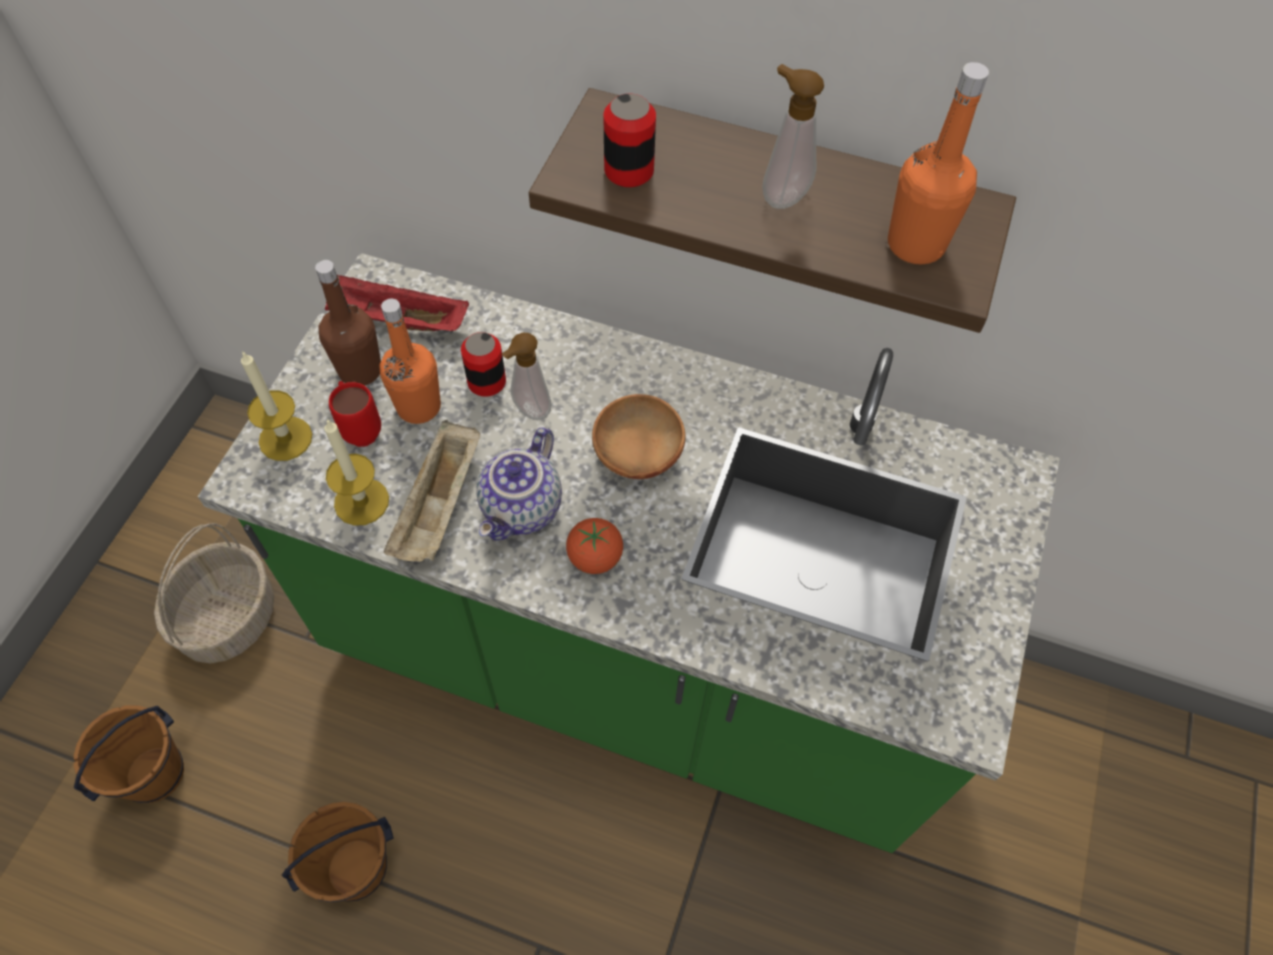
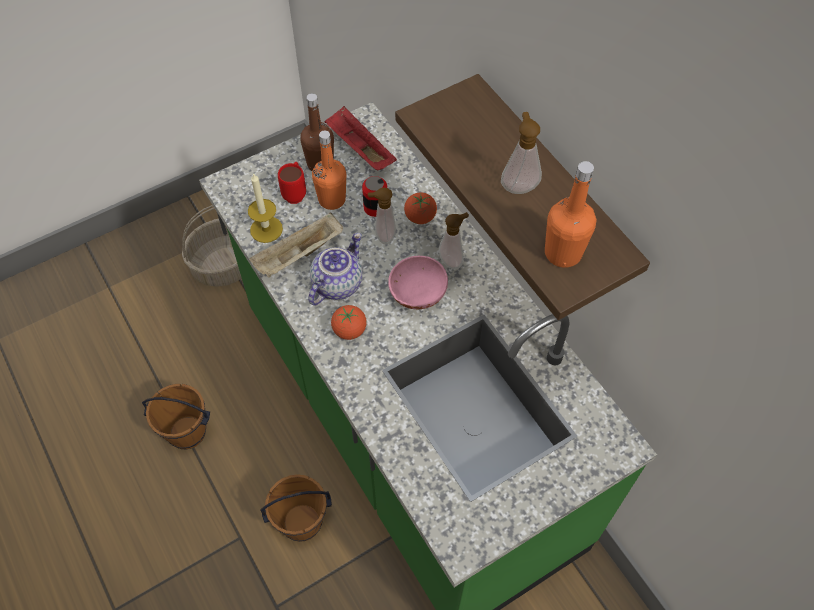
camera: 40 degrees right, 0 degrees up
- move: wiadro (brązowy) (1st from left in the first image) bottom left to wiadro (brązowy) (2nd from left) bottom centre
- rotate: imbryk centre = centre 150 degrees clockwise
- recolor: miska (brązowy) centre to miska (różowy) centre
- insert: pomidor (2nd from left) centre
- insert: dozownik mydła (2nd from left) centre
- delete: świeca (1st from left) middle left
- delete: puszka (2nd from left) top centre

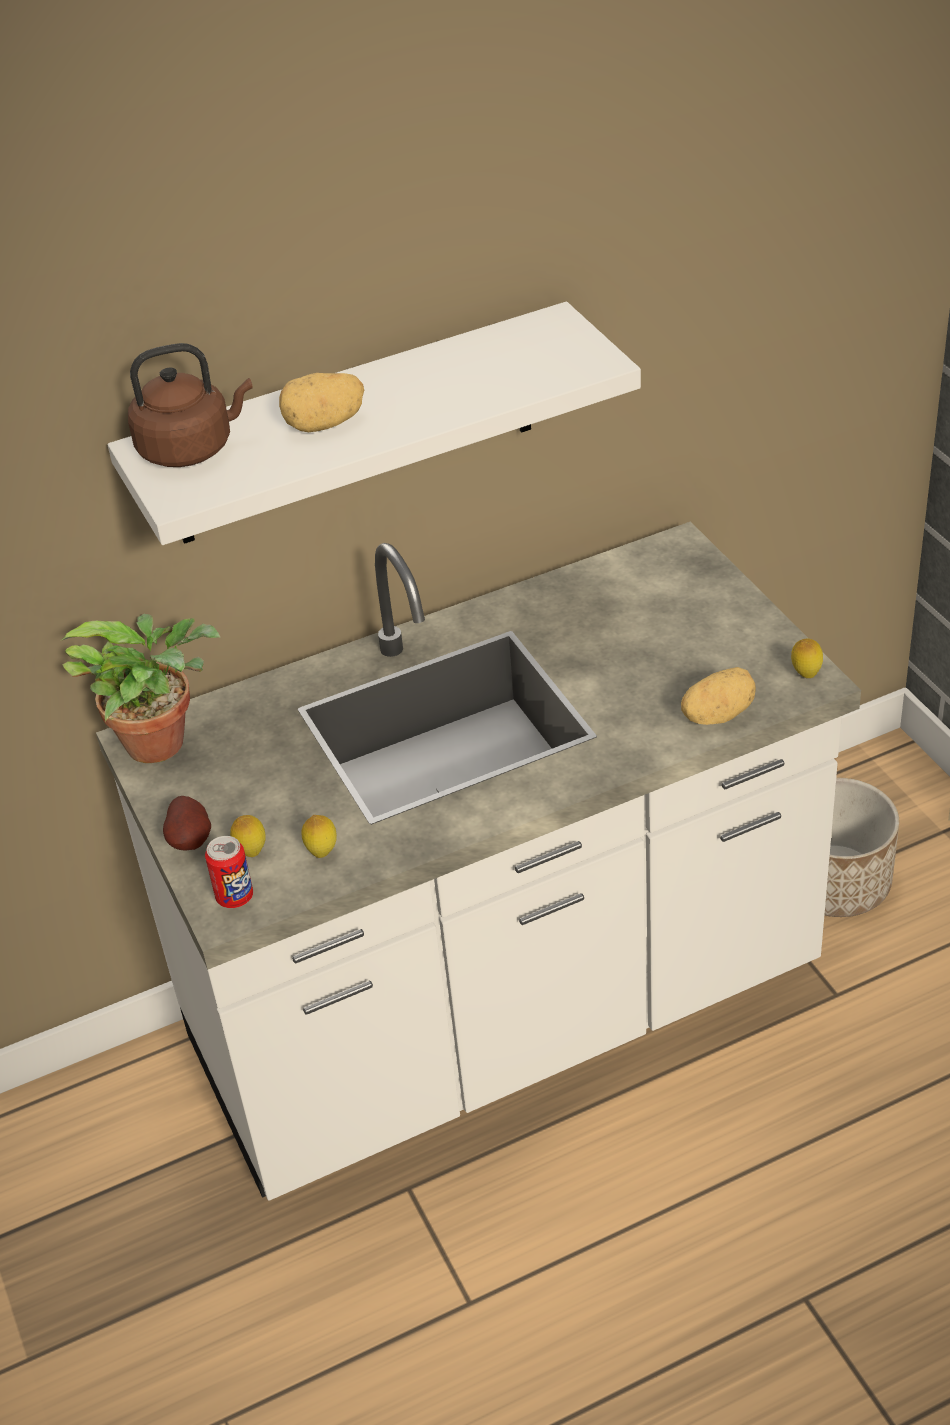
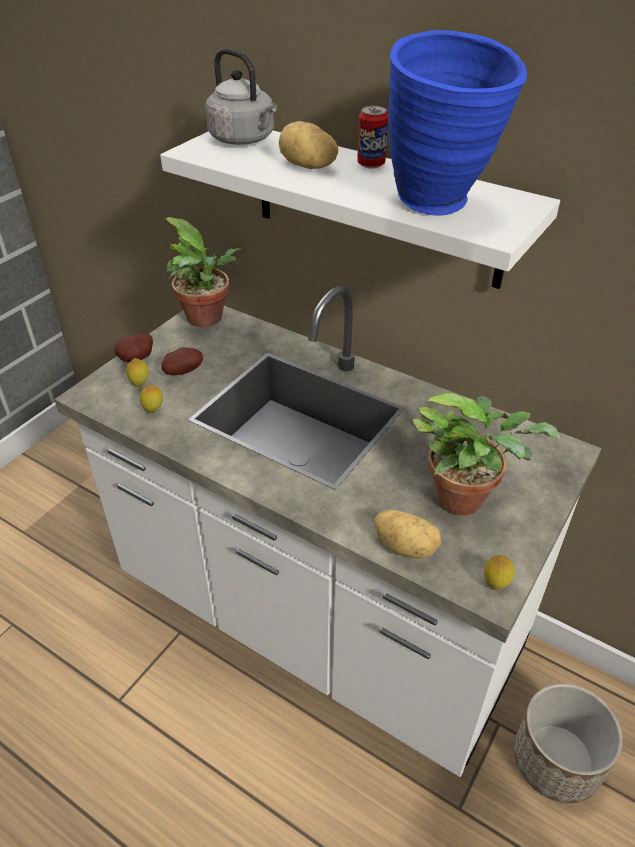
camera: 55 degrees right, 0 degrees up
- insert: ziemniak (2nd from left) middle left
- recolor: czajnik (brązowy) top left to czajnik (szary) top centre
- move: puszka middle left to top centre
- insert: wazon (niebieski) top right
- insert: roślina doniczkowa (2nd from left) middle right

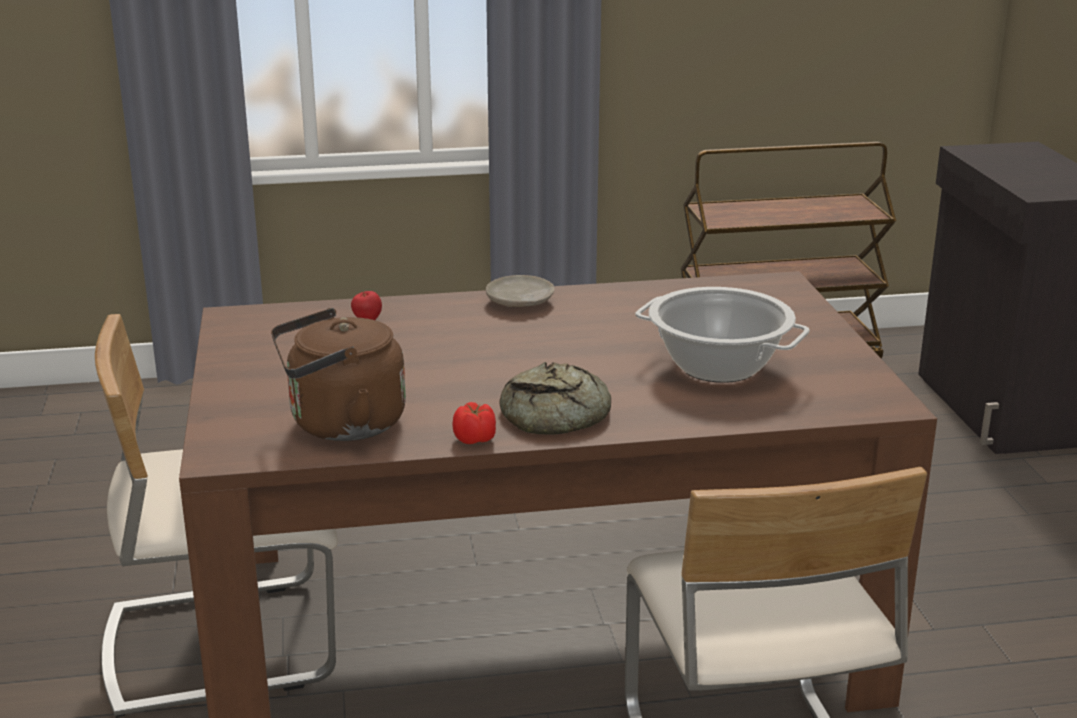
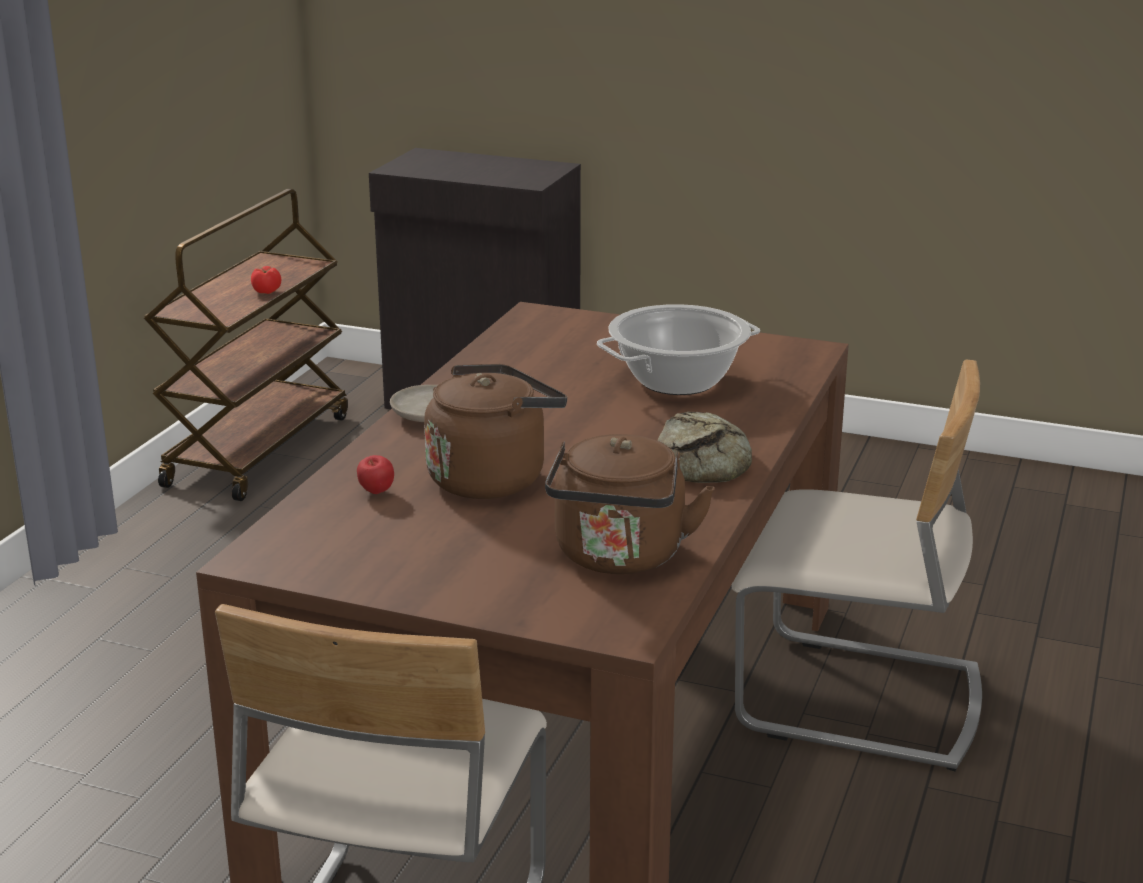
camera: 60 degrees left, 0 degrees up
- move: pomidor centre to top left
- insert: czajnik (brązowy) (1st from left) centre

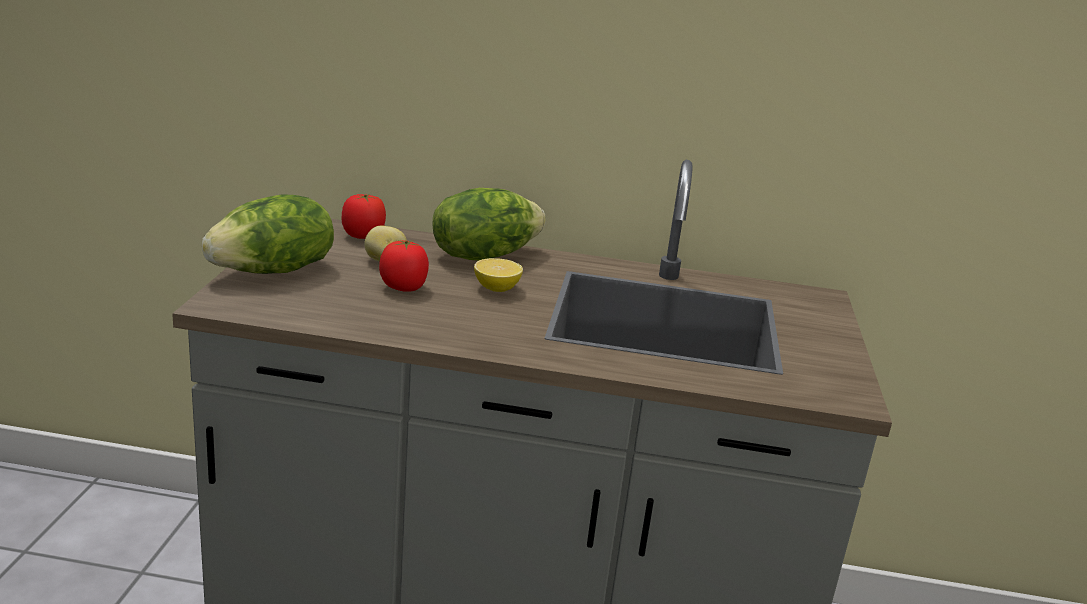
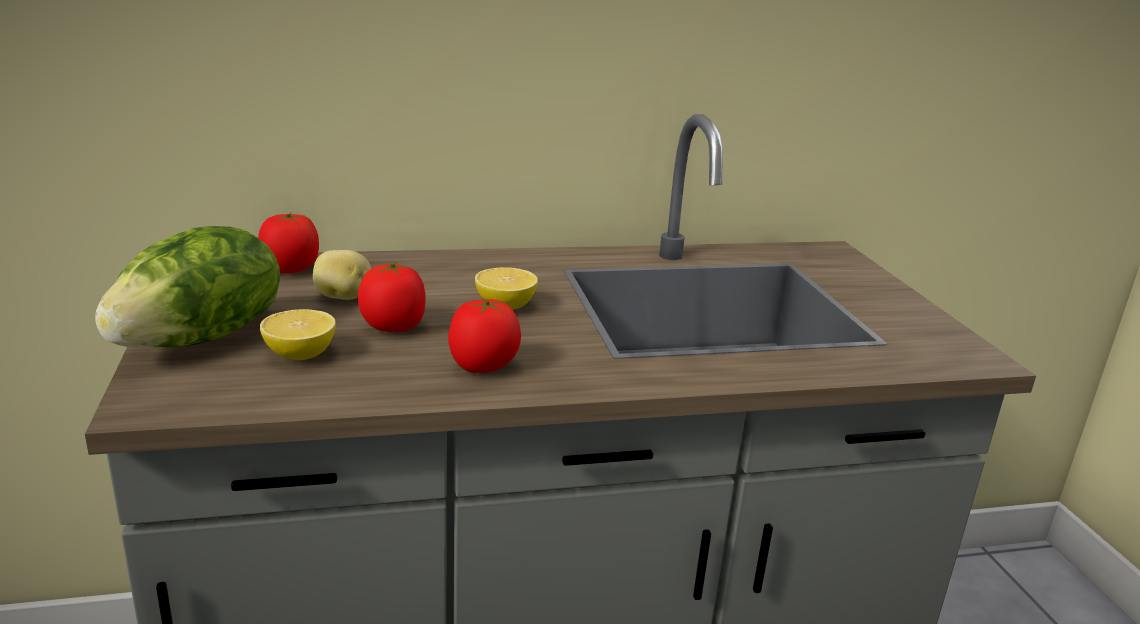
camera: 20 degrees left, 0 degrees up
- insert: cytryna (1st from left) middle left
- insert: pomidor (3rd from left) centre
- delete: sałata (2nd from left) centre

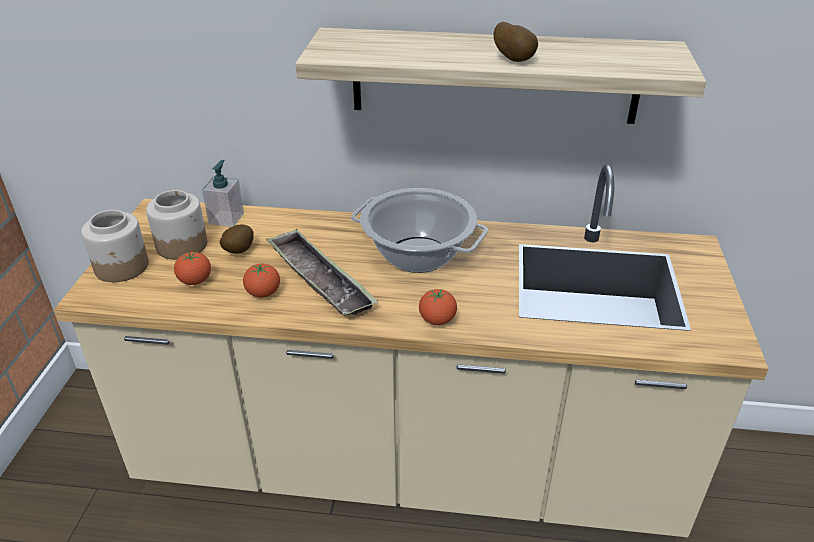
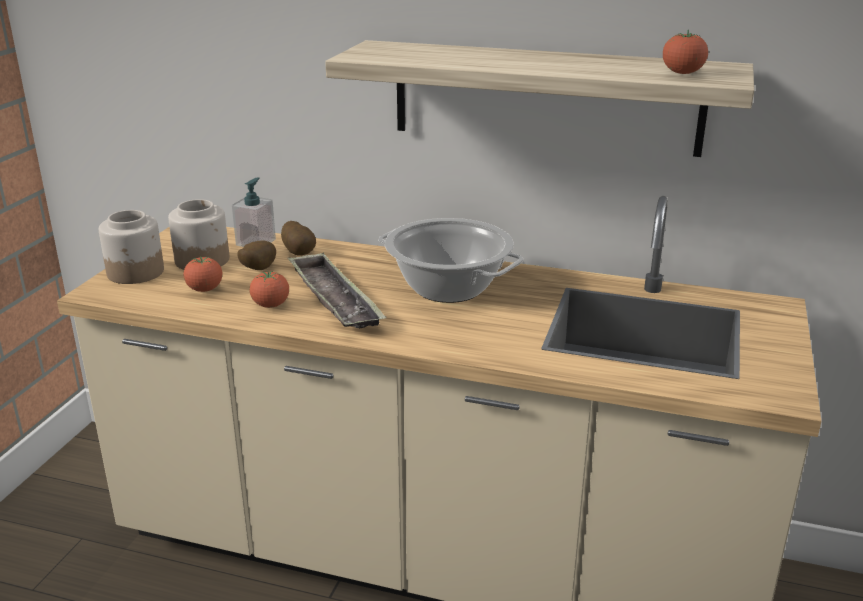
camera: 10 degrees right, 10 degrees down
- move: ziemniak (2nd from left) top centre to centre
- move: pomidor (3rd from left) centre to top right

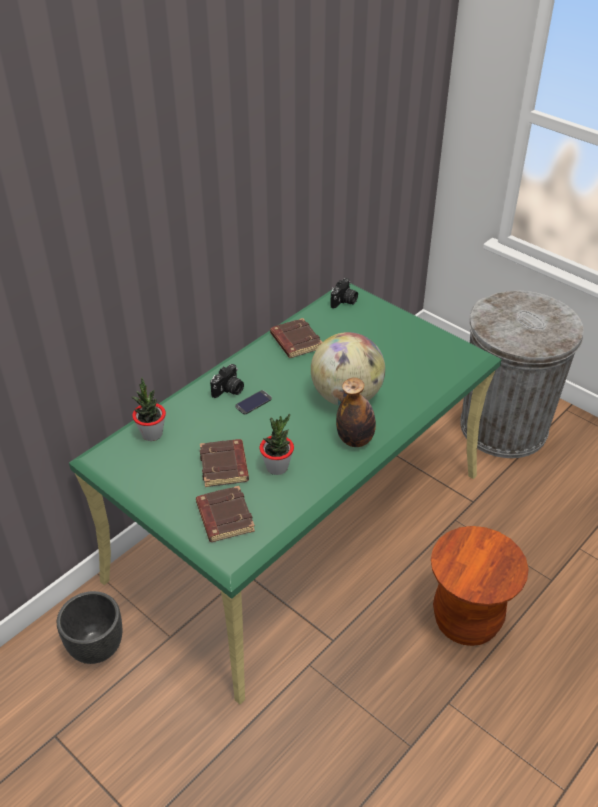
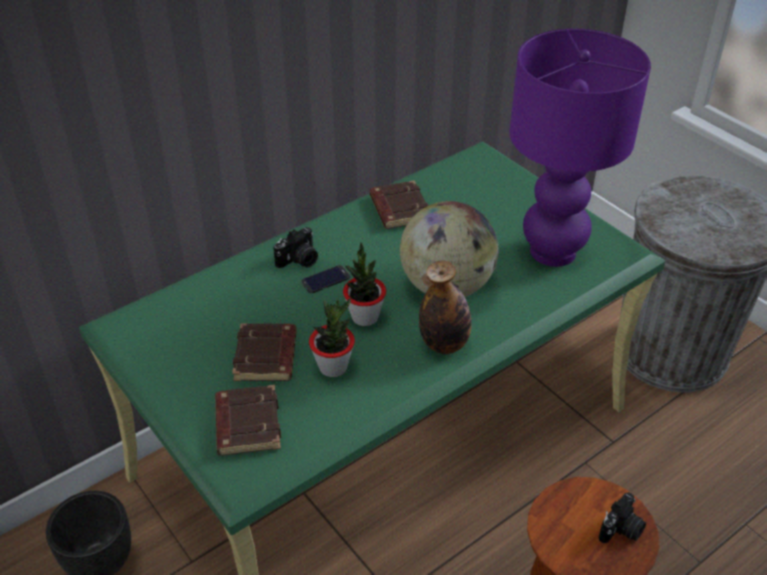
camera: 10 degrees right, 0 degrees up
- move: roślina doniczkowa (1st from left in the first image) middle left to roślina doniczkowa (2nd from left) centre
- insert: lampa stołowa (fioletowy) top right
- move: aparat fotograficzny (2nd from left) centre to bottom right

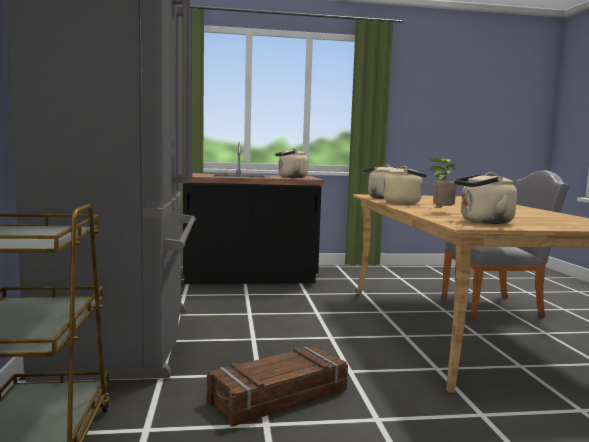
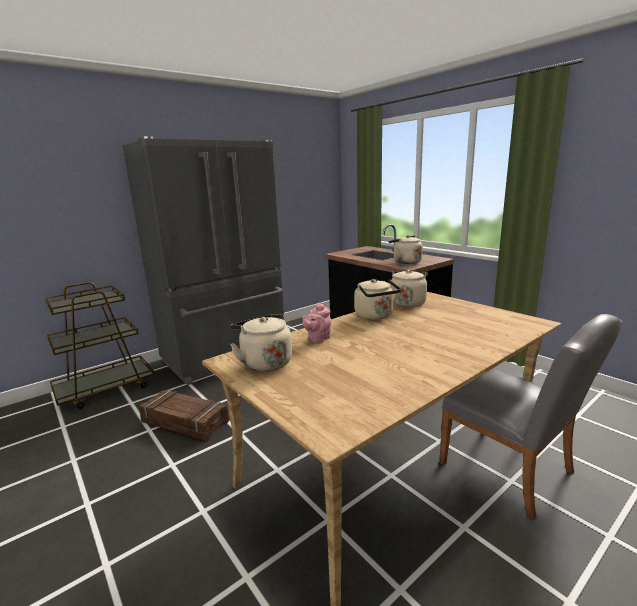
camera: 60 degrees right, 10 degrees up
- replace: roślina doniczkowa middle right to imbryk (różowy) centre

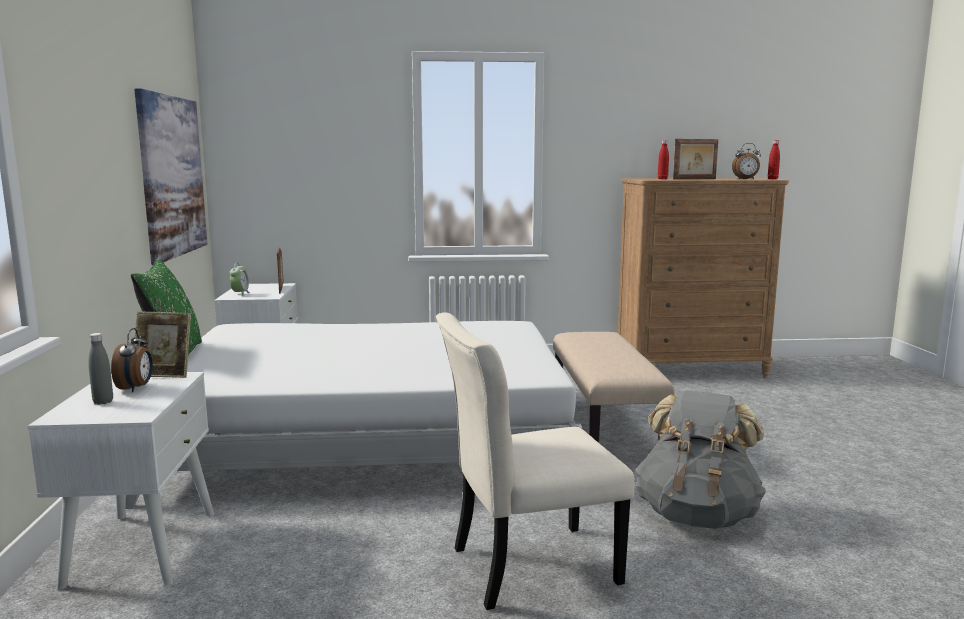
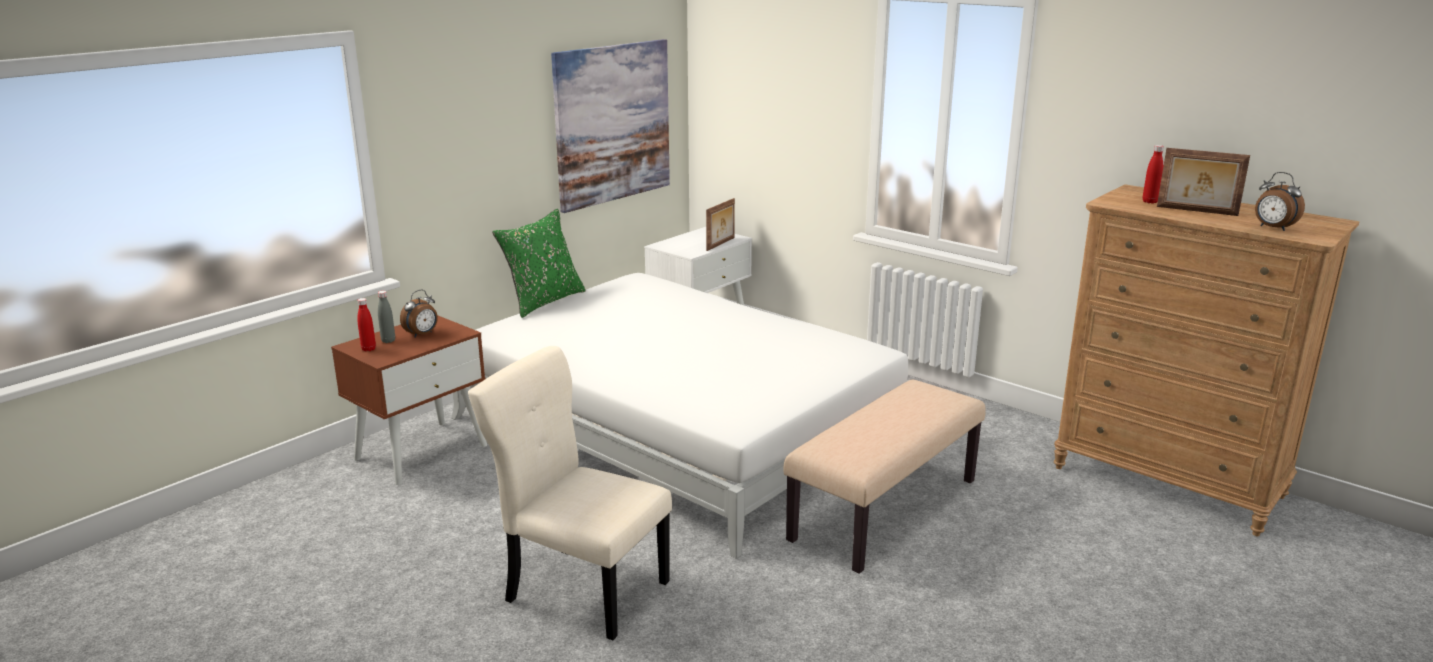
camera: 45 degrees right, 10 degrees up
- recolor: szafka nocna (biały) (1st from left) bottom left to szafka nocna (brązowy) middle left
- move: butelka (czerwony) (2nd from left in the first image) top right to butelka (czerwony) (1st from left) middle left
- delete: ramka na zdjęcie (1st from left) middle left
- delete: budzik (2nd from left) middle left
- delete: plecak (szary) bottom right

